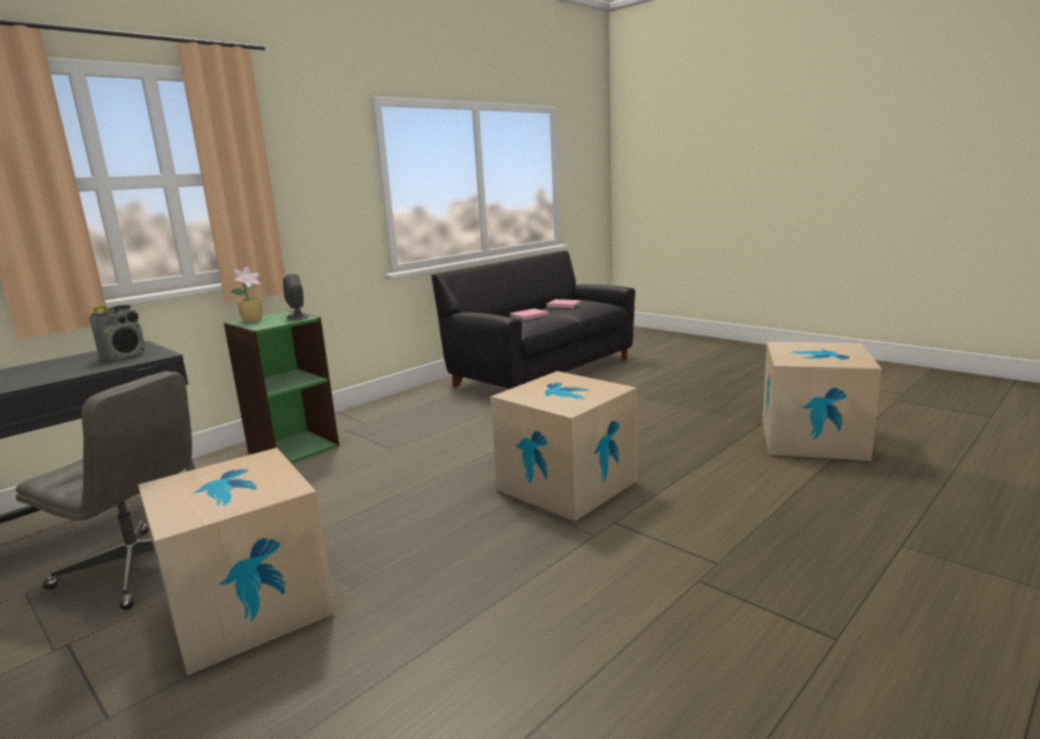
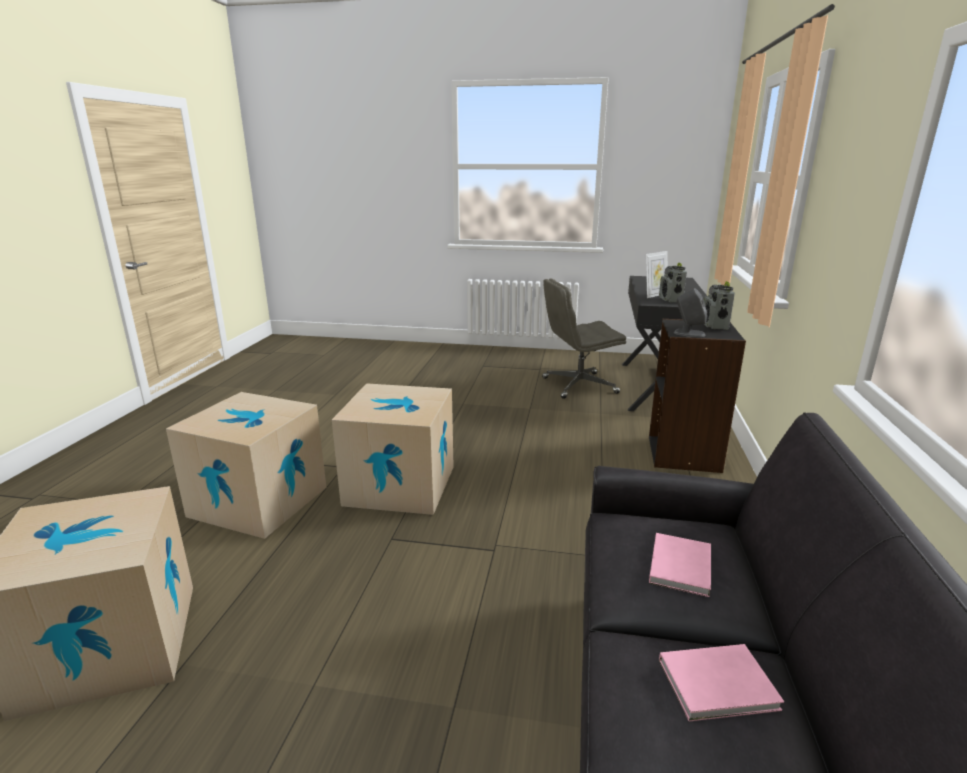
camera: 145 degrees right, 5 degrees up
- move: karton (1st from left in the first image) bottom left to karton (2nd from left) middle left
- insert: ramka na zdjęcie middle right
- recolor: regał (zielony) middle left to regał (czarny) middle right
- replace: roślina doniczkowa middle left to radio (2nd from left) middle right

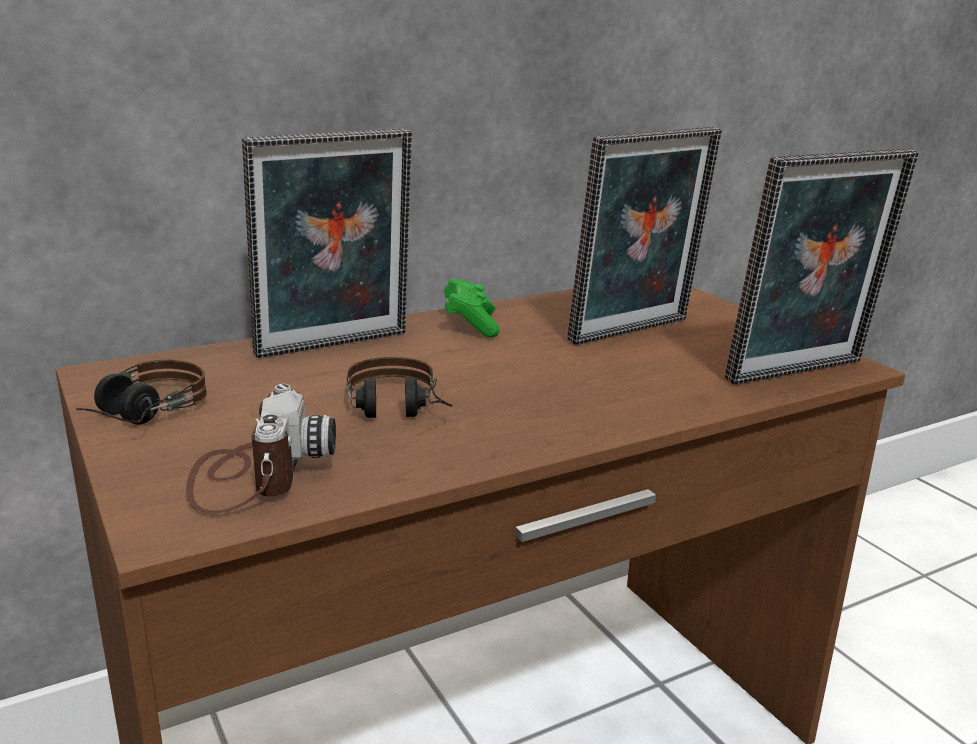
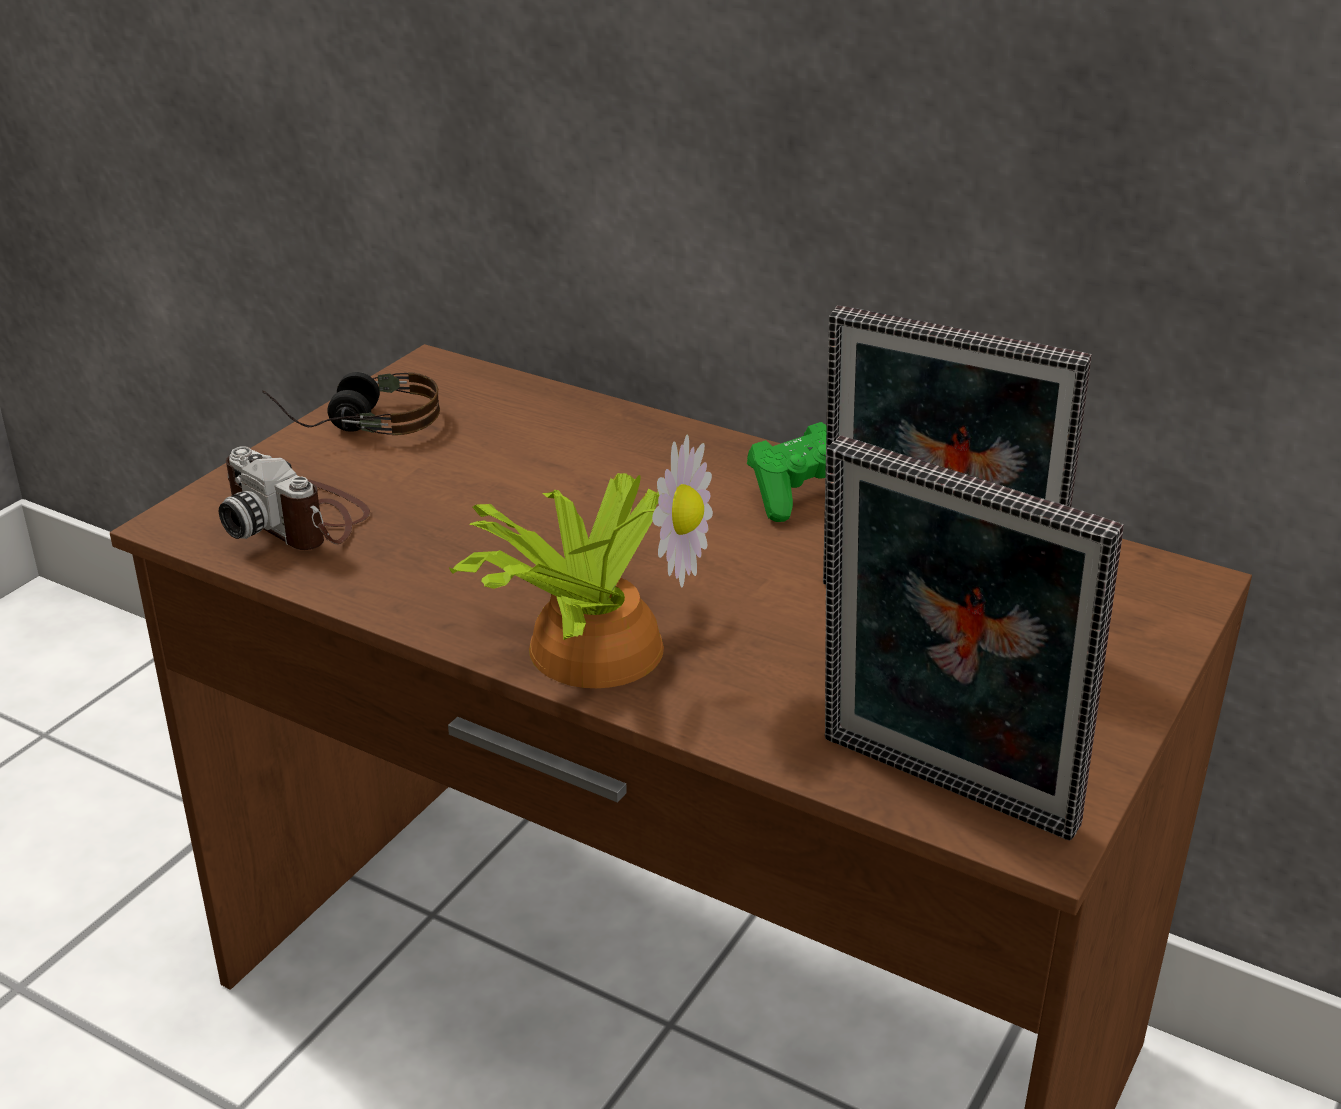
camera: 60 degrees right, 10 degrees up
- rotate: aparat fotograficzny middle left = middle left 75 degrees clockwise
- insert: roślina doniczkowa centre
- delete: ramka na zdjęcie (1st from left) top centre
- delete: słuchawki (2nd from left) centre

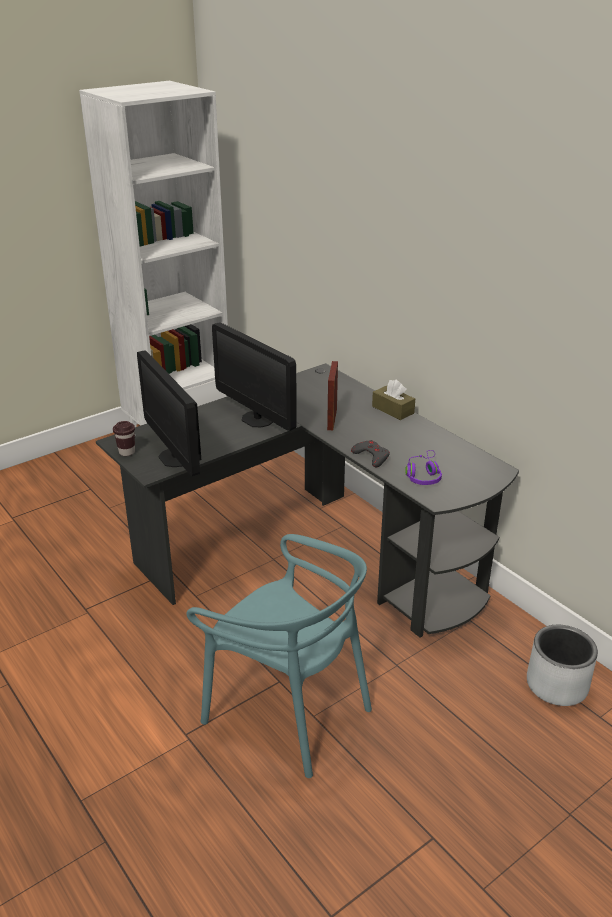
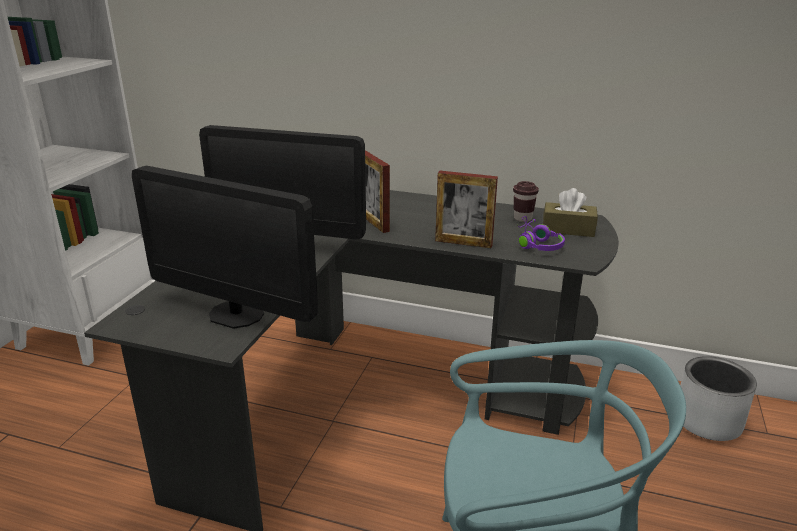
camera: 35 degrees left, 5 degrees down
- replace: pad do gier (szary) centre to ramka na zdjęcie (2nd from left) centre
- move: filiżanka (brązowy) middle left to centre
- move: pudełko chusteczek (brązowy) centre to middle right

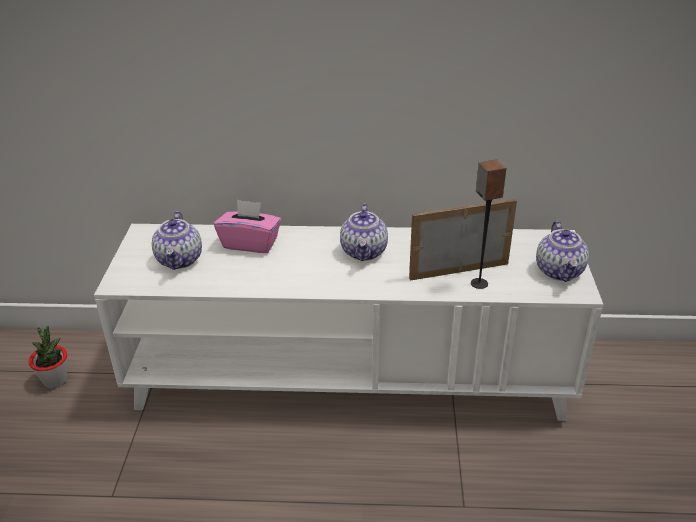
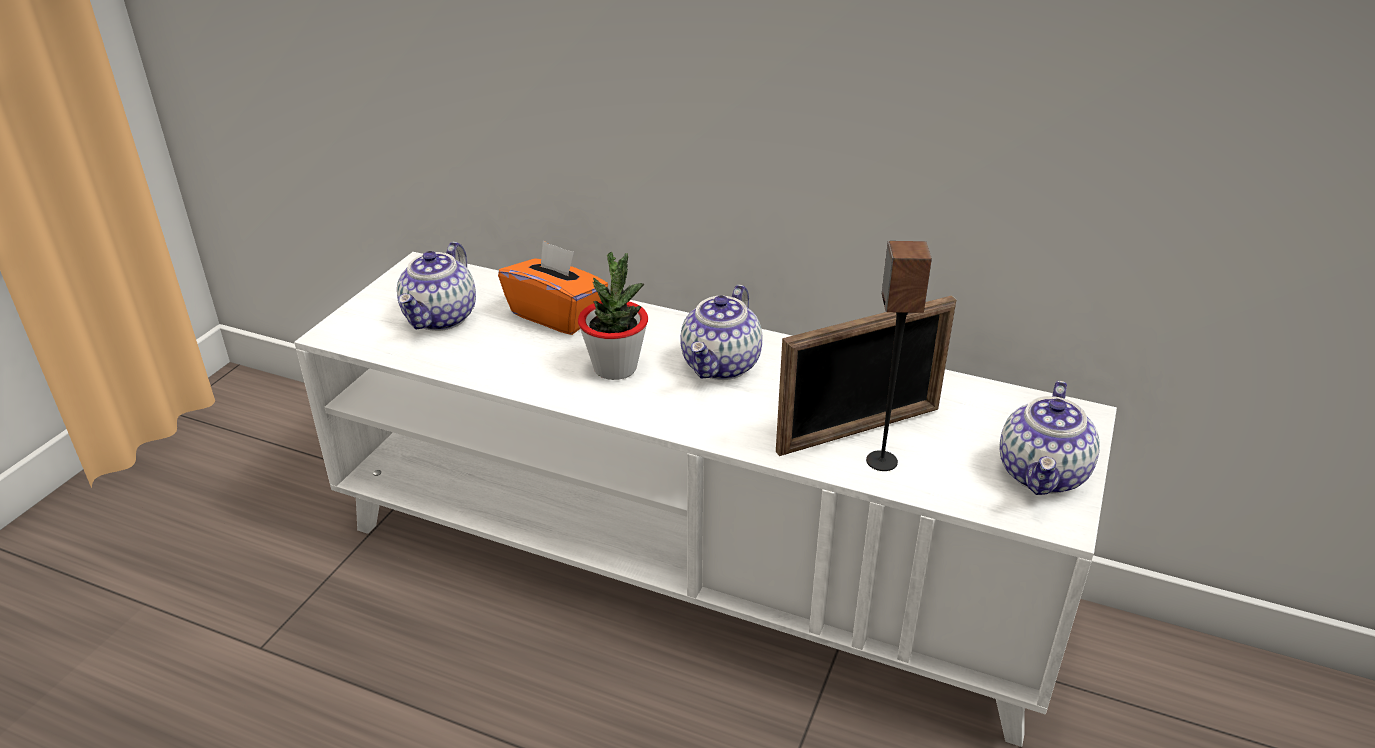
camera: 20 degrees right, 0 degrees up
- recolor: pudełko chusteczek (różowy) centre to pudełko chusteczek (pomarańczowy) centre
- move: roślina doniczkowa bottom left to centre
- rotate: ramka na zdjęcie centre = centre 150 degrees clockwise

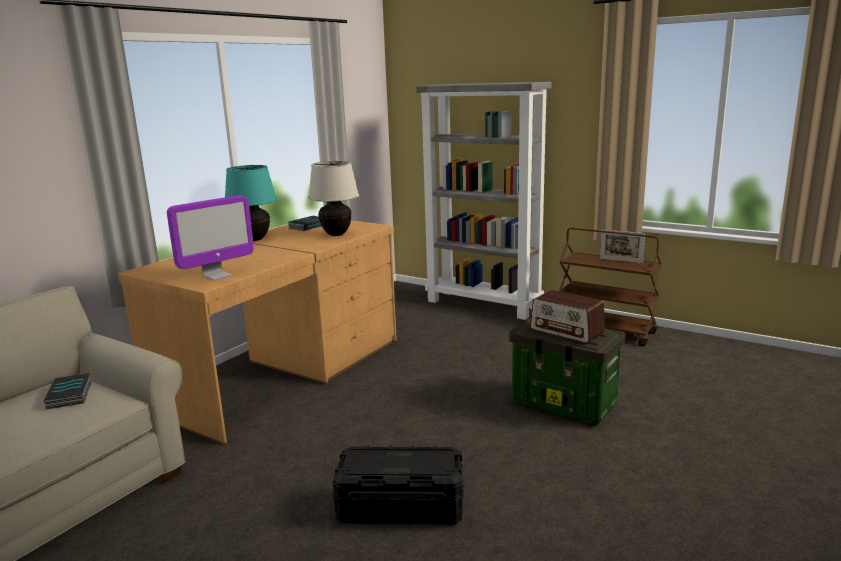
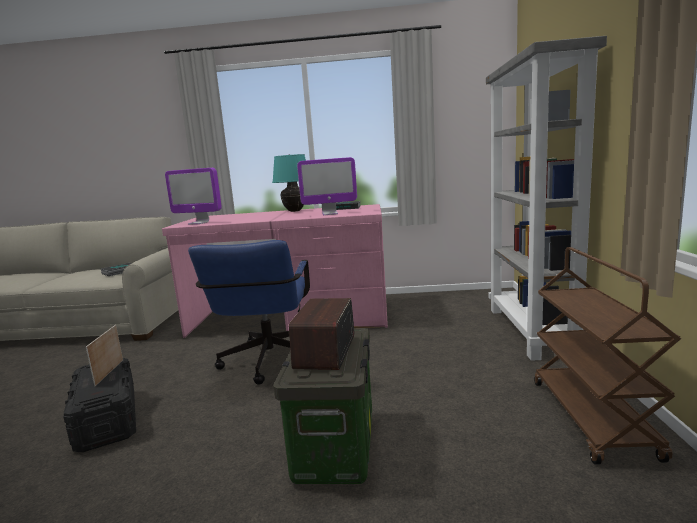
camera: 60 degrees right, 5 degrees down
- move: ramka na zdjęcie middle right to bottom left
- recolor: biurko (brązowy) middle left to biurko (różowy) centre
- insert: krzesło biurowe (niebieski) centre
- replace: lampa stołowa (beżowy) centre to monitor (2nd from left) centre

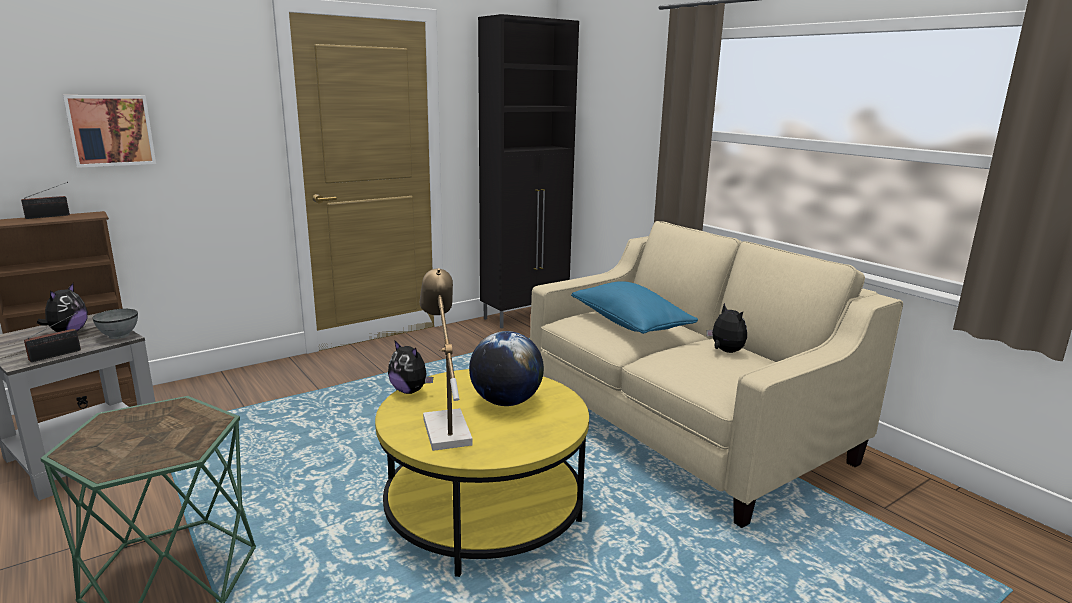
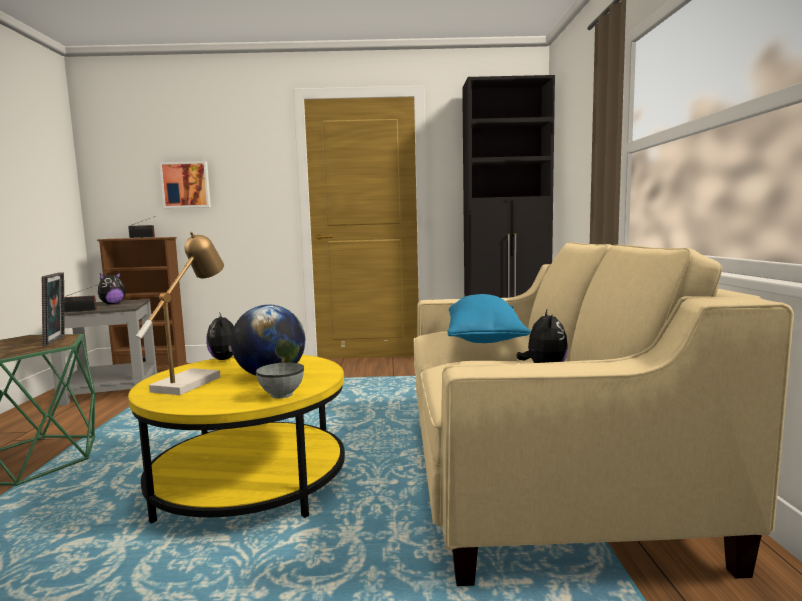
camera: 35 degrees right, 10 degrees down
- insert: ramka na zdjęcie middle left
- move: miska (szary) middle left to centre

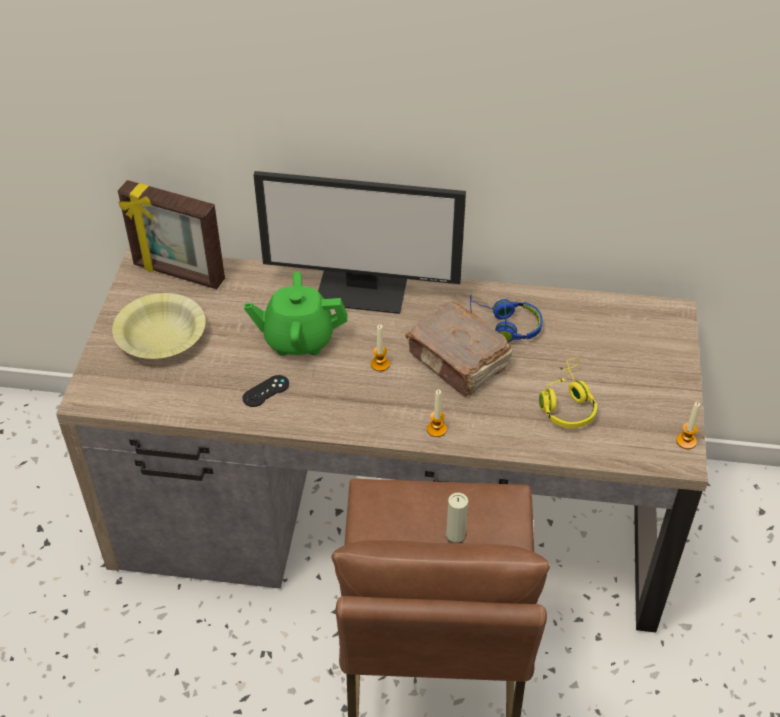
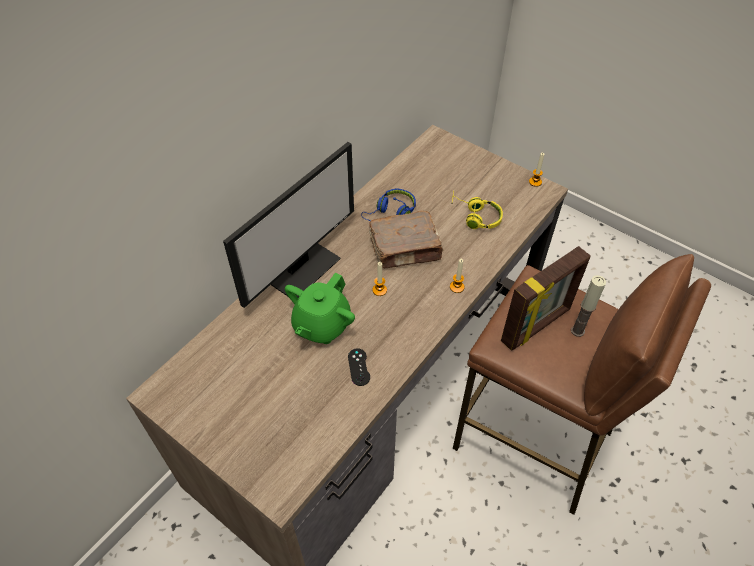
camera: 60 degrees left, 5 degrees up
- move: ramka na zdjęcie top left to middle right
- delete: miska (żółty) middle left

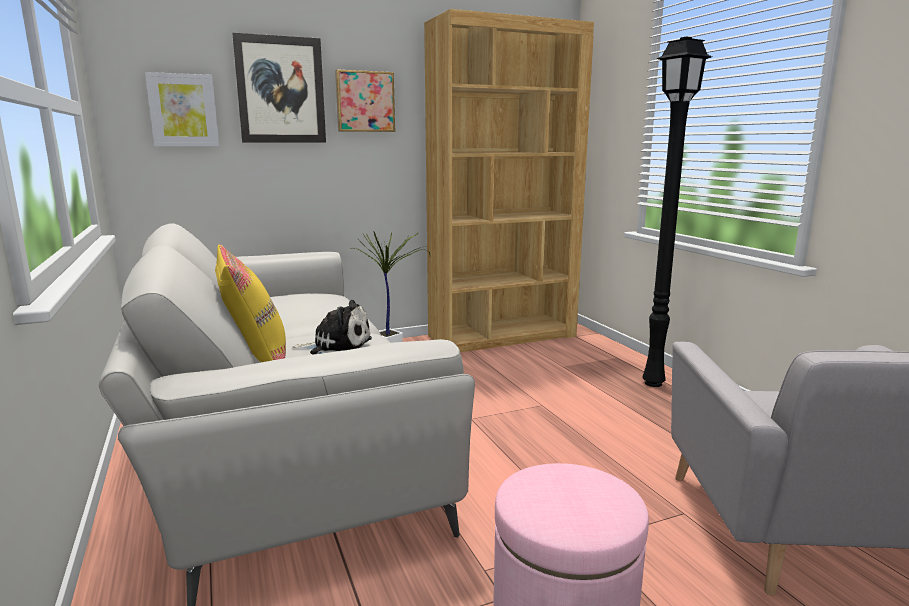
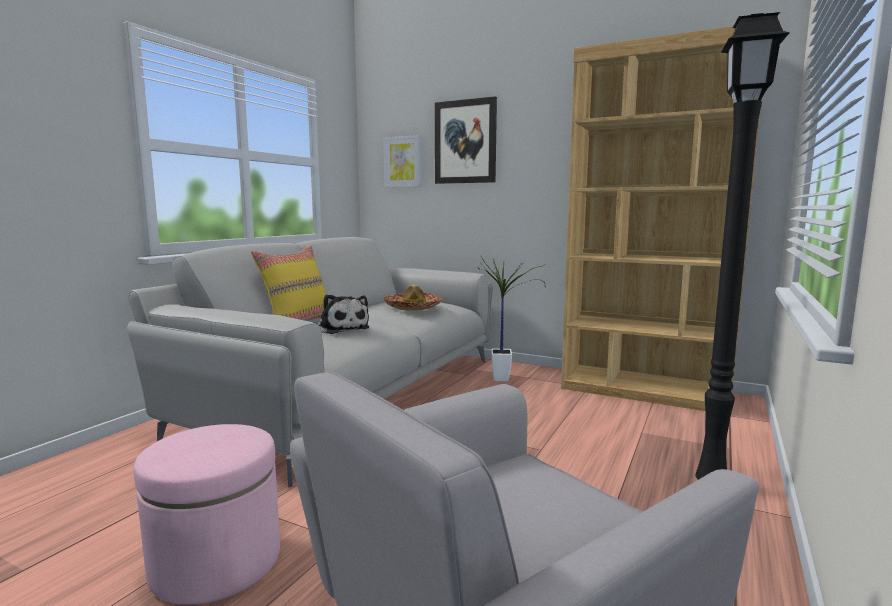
camera: 50 degrees right, 5 degrees down
- insert: kapelusz centre
- delete: obraz (3rd from left) top centre

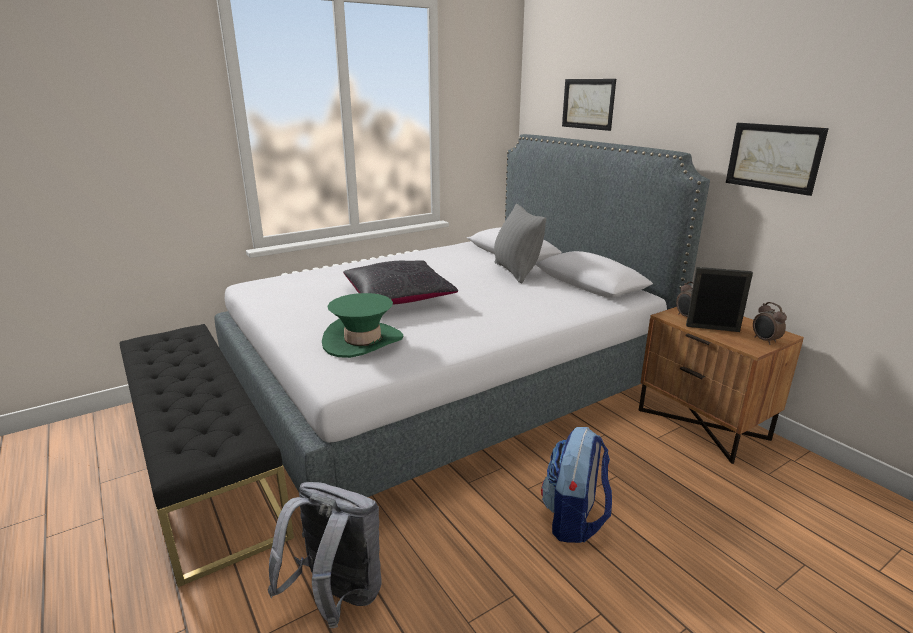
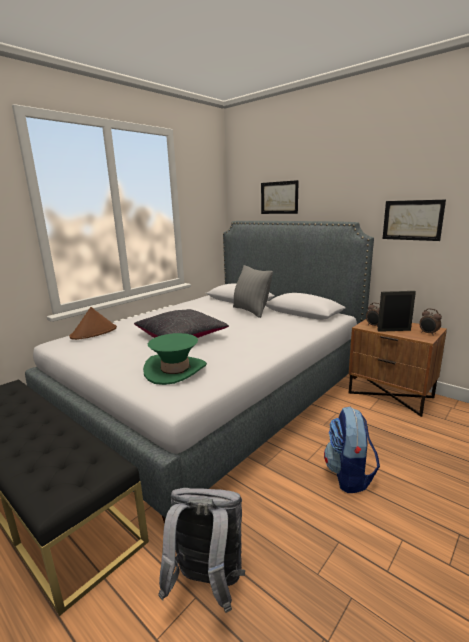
camera: 15 degrees left, 5 degrees down
- insert: kapelusz (brązowy) middle left

